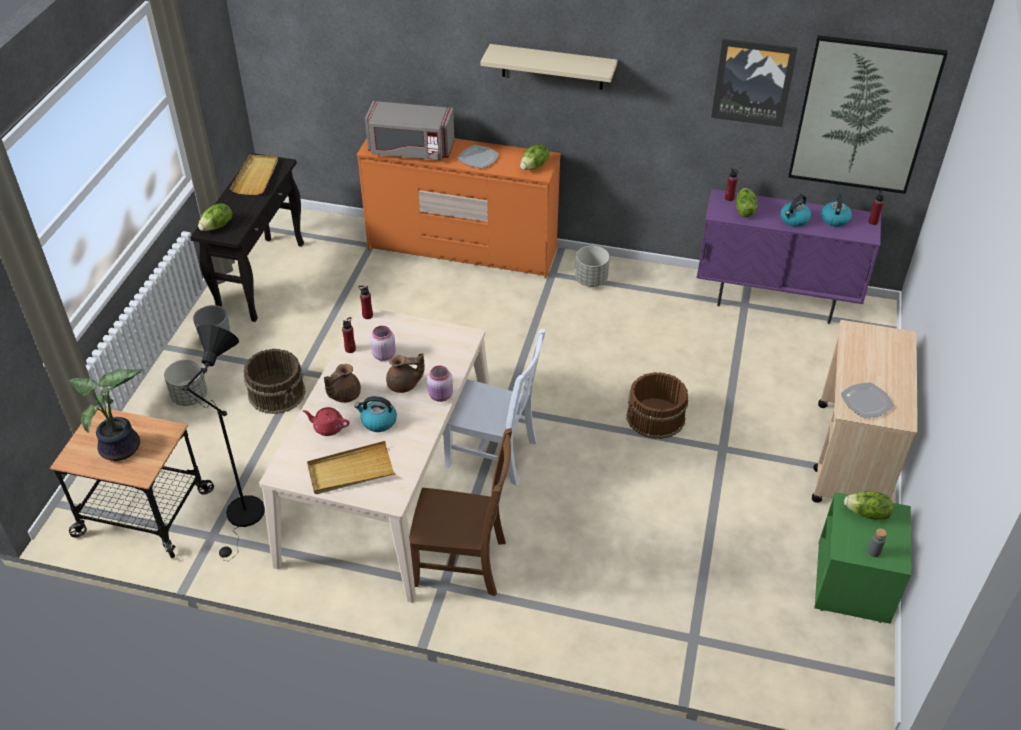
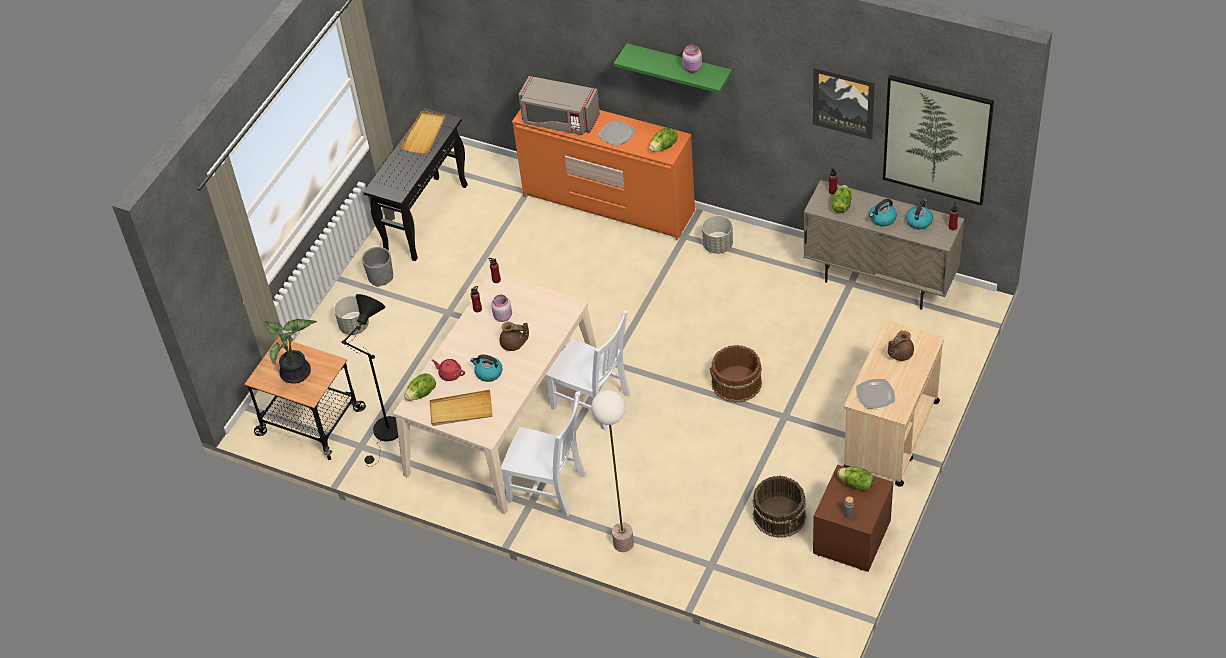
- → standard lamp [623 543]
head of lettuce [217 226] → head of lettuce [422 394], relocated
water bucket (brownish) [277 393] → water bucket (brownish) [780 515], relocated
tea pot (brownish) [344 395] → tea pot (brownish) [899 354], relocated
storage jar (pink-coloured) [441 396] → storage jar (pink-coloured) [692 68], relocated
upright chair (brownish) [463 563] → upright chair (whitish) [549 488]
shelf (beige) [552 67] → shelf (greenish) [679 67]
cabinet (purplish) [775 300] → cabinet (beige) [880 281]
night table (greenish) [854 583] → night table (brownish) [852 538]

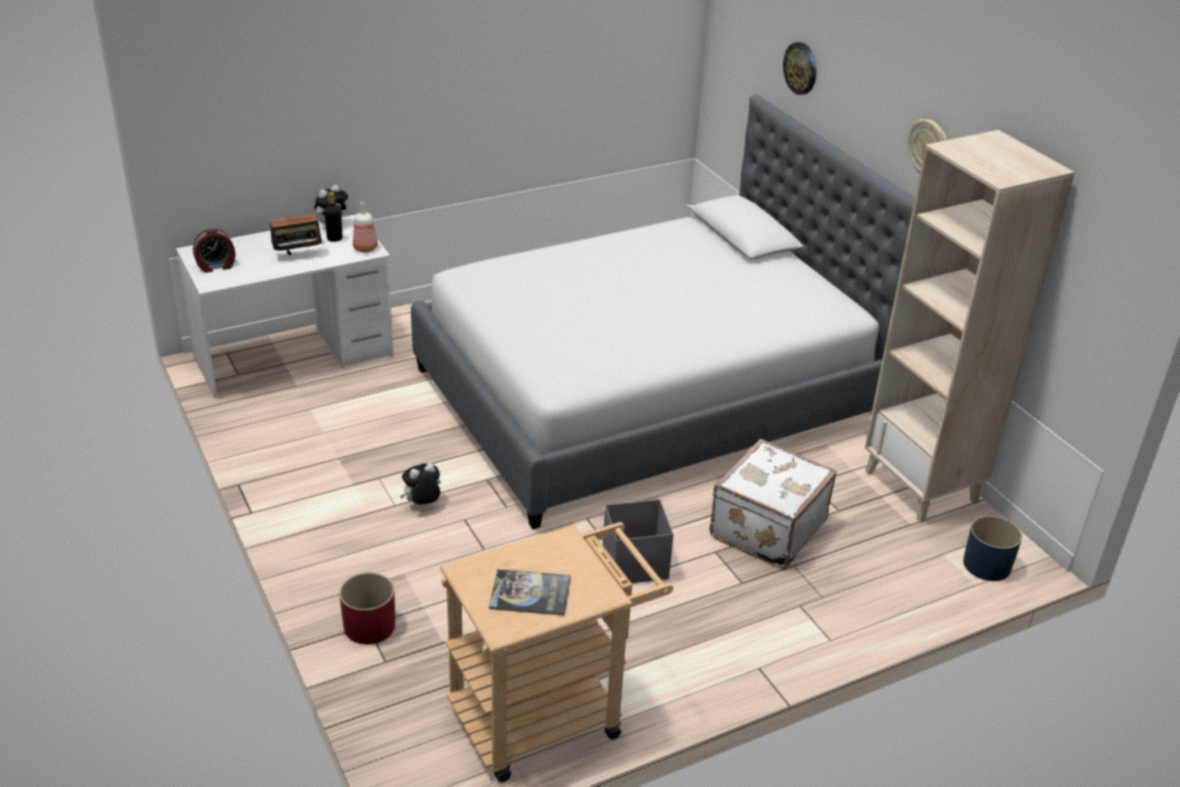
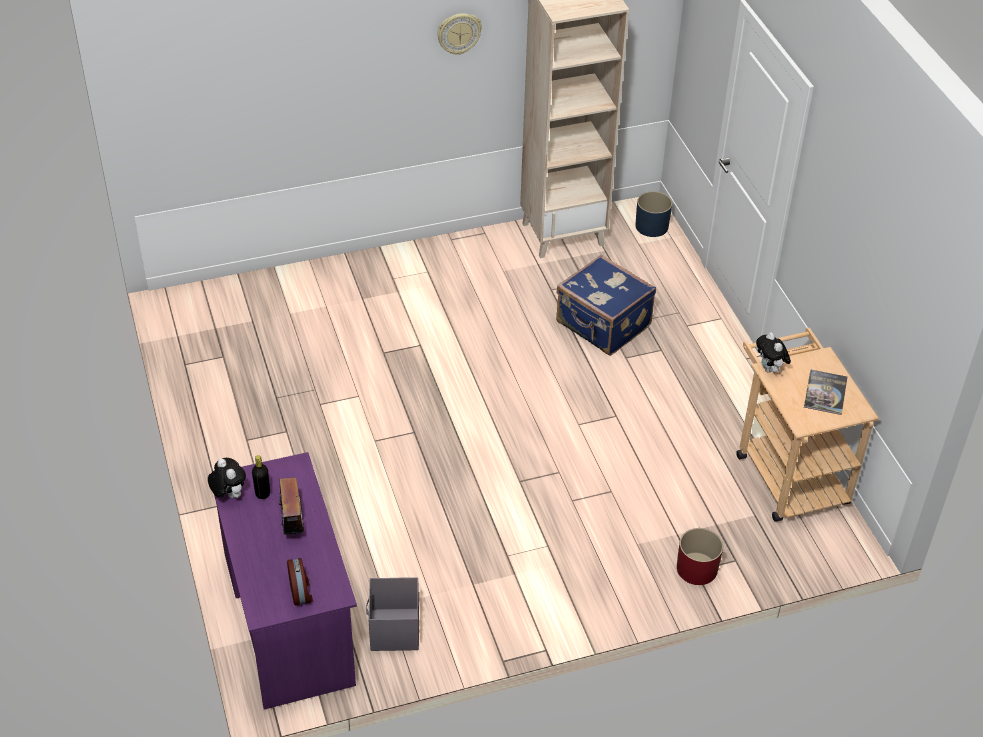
beverage bottle [366 248] → -
sleeping bed [647 395] → -
wall clock [801 68] → -
cuddly toy [422 505] → cuddly toy [770 369], relocated
storage container (greyish) [634 564] → storage container (greyish) [394 631], relocated
desk (whitish) [294 356] → desk (purplish) [288 618]
travel case (whitish) [765 529] → travel case (bluish) [602 325]

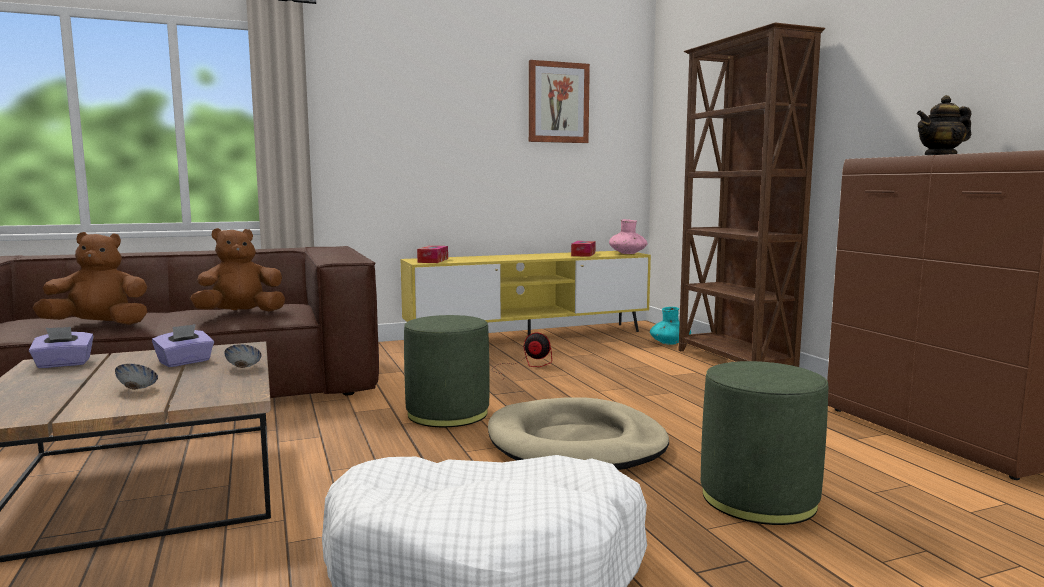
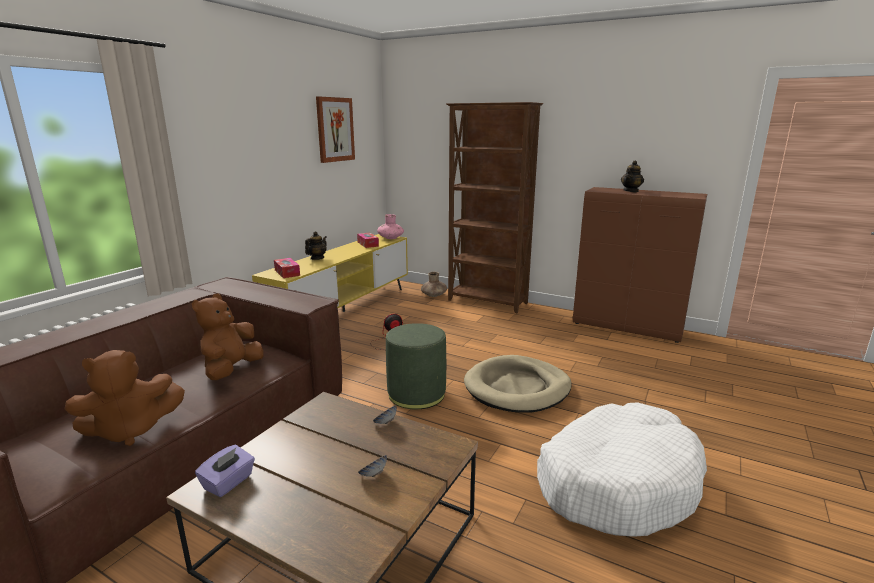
box of tissues (purplish) [185 362] → -
pouffe (greenish) [758 498] → -
- → tea pot [317 258]
vase (blue-green) [669 343] → vase (brownish) [434 295]
cuddly toy (brownish) [99 325] → cuddly toy (brownish) [131 430], 150 degrees counterclockwise

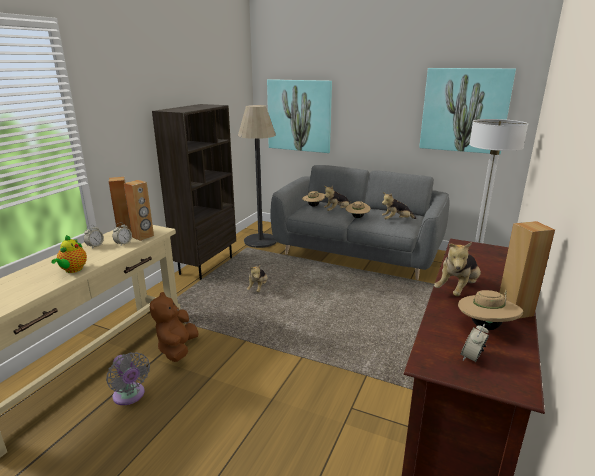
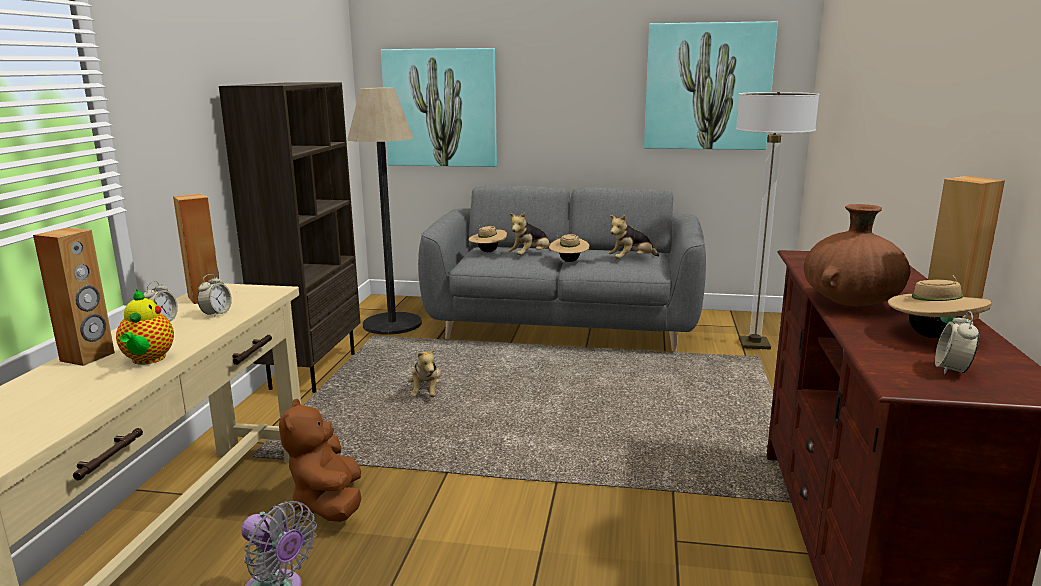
loudspeaker (brownish) [143 236] → loudspeaker (brownish) [88 357], relocated
cuddly toy [457 289] → vase (brownish) [850 302]

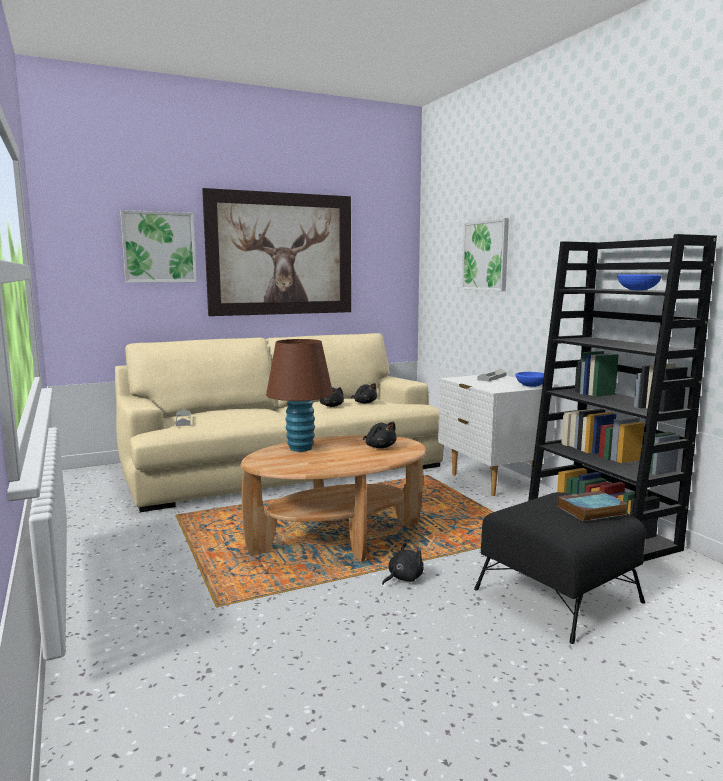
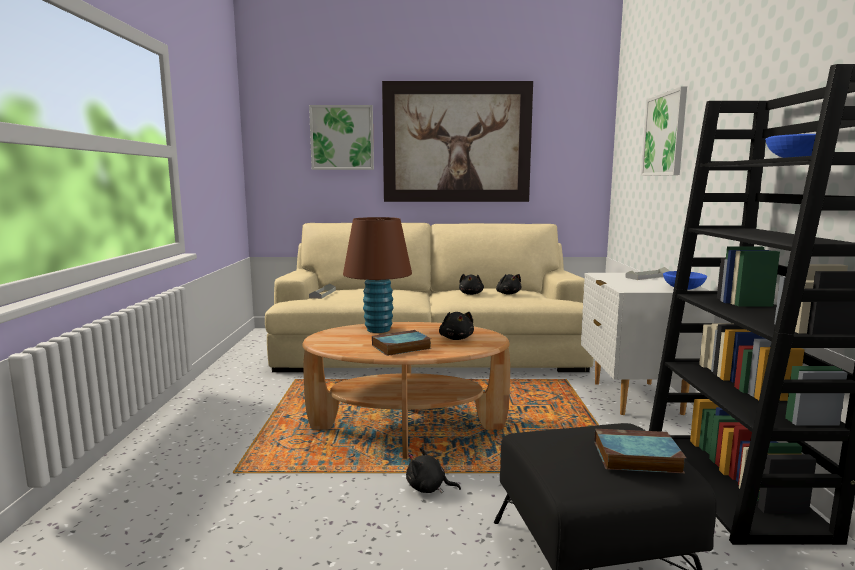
- → volume [400 347]
cuddly toy (blackish) [403 578] → cuddly toy (blackish) [428 488], 150 degrees counterclockwise

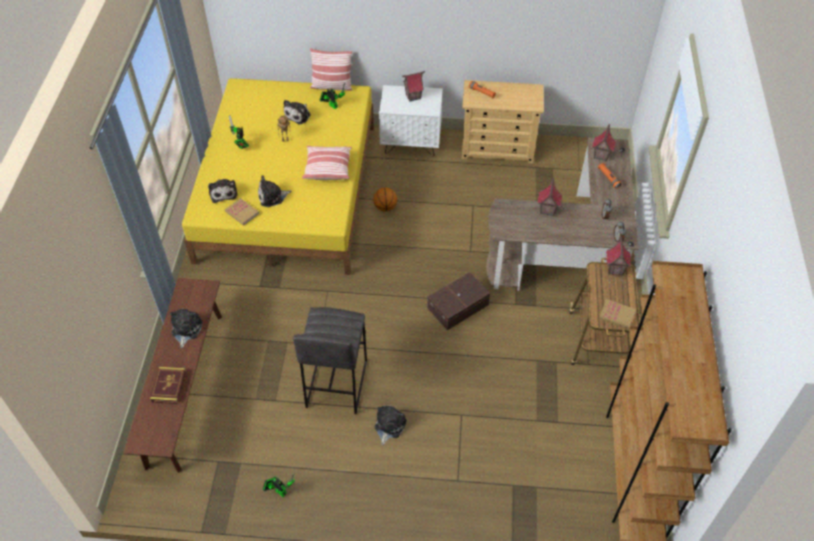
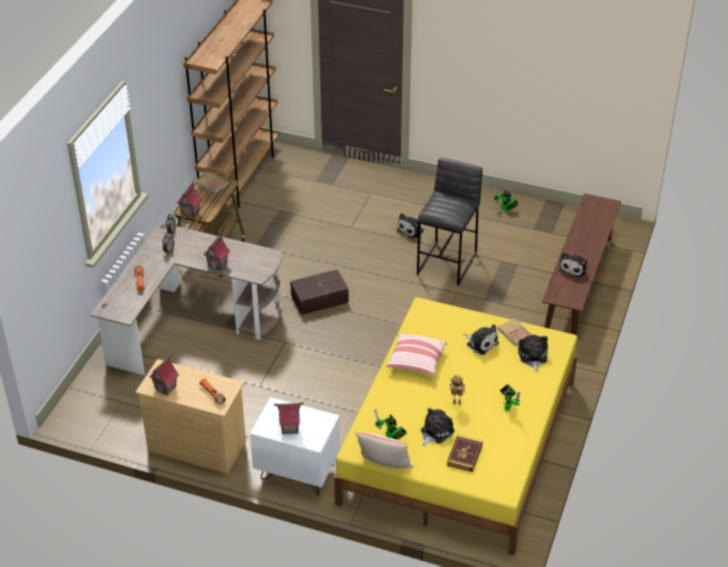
ball for basketball [385 207] → -
volume [169 386] → volume [464 455], relocated
toy house [601 155] → toy house [166 388], relocated
cuddly toy [272 197] → cuddly toy [481 343], 45 degrees clockwise

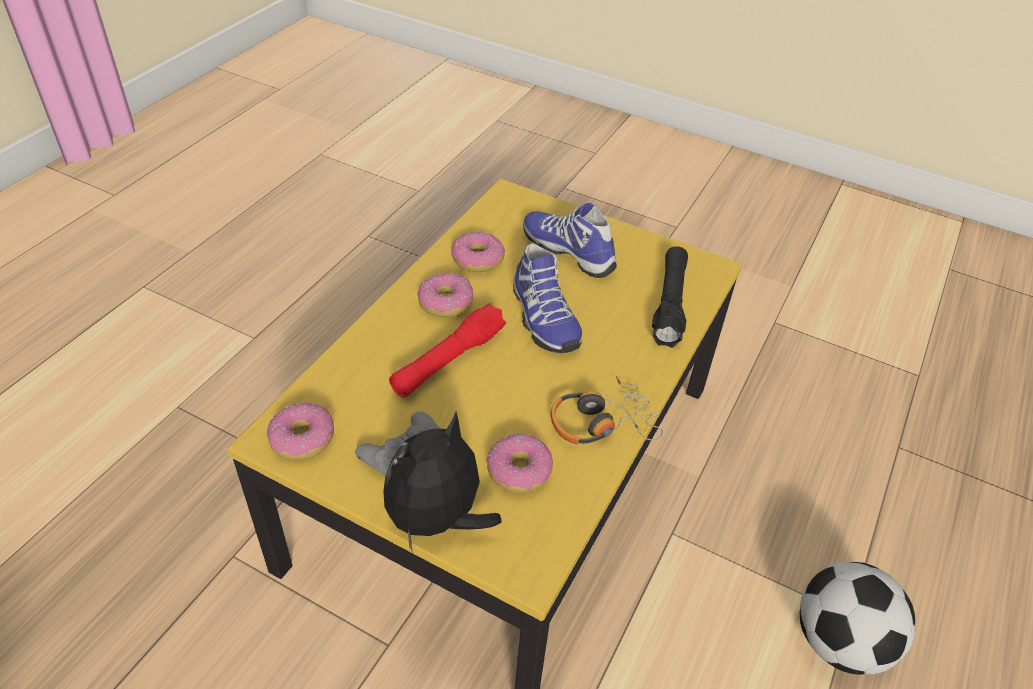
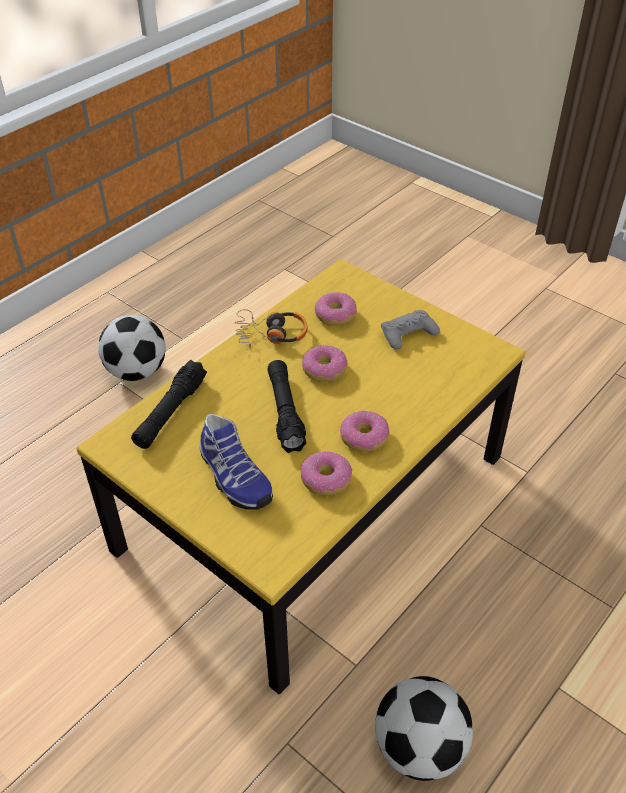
cuddly toy [438 520] → -
flashlight (red-coloured) [448 361] → -
- → ball for football [419 747]
ring doughnut [302 438] → ring doughnut [324 370], relocated
low shoe [542 319] → flashlight (blackish) [285 412]

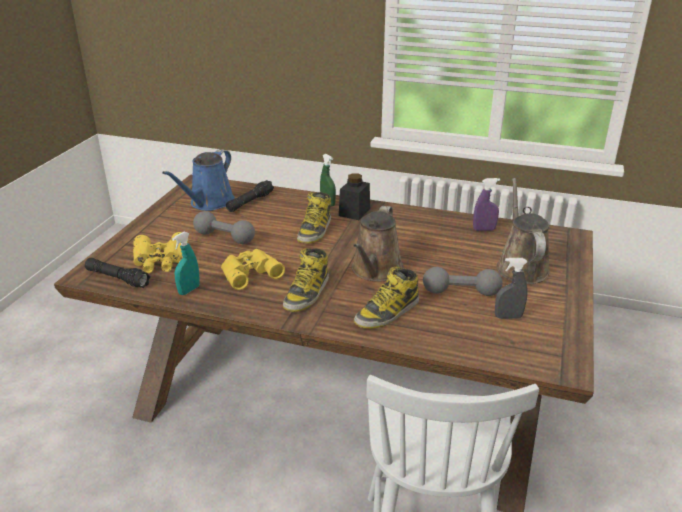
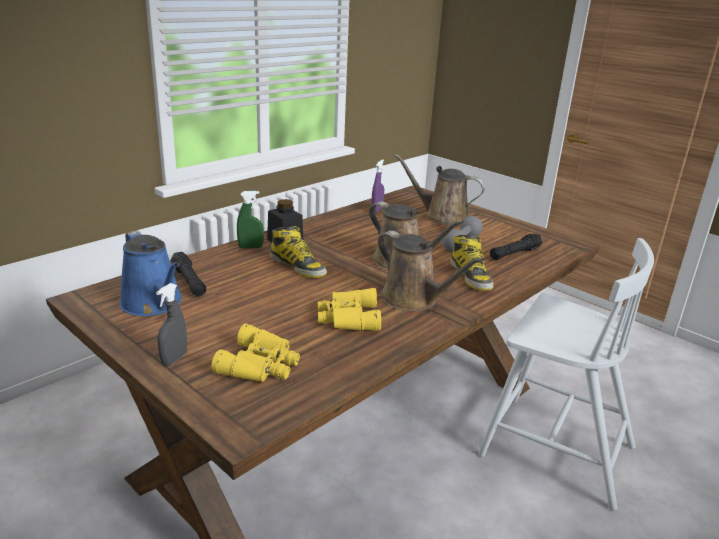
spray bottle (blue-green) [189 290] → -
free weight (greyish) [224 237] → -
flashlight (blackish) [117 278] → flashlight (blackish) [514 254], relocated
spray bottle (greyish) [508 317] → spray bottle (greyish) [174 359], relocated
high-top boot [307 293] → sprinkling can (brownish) [413 299]

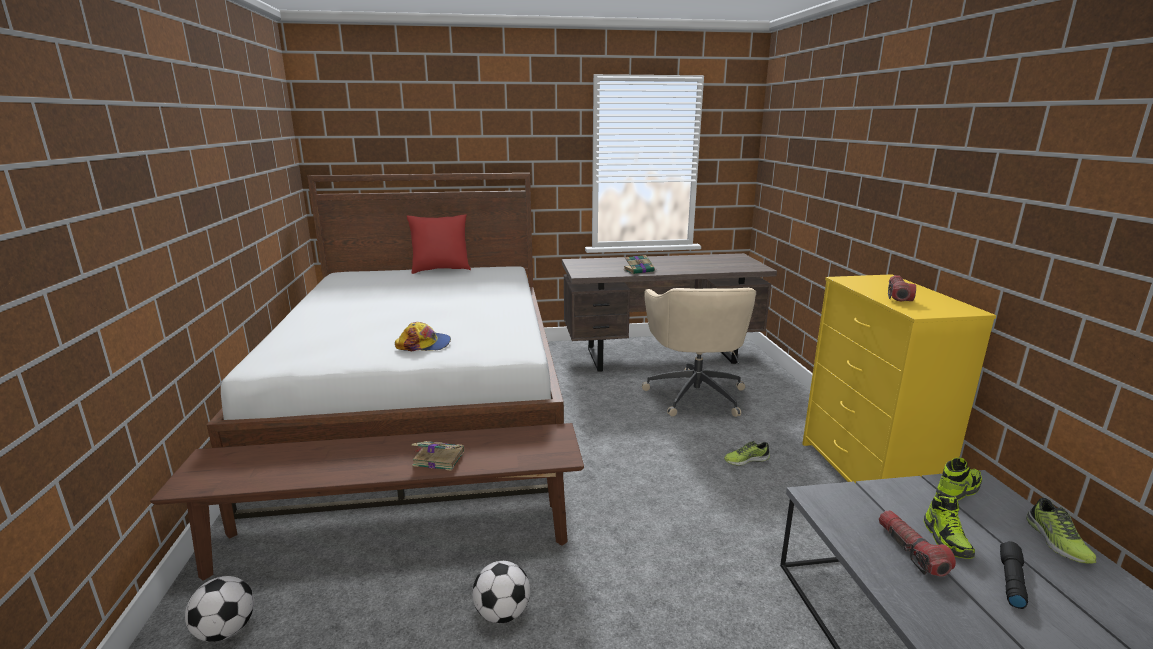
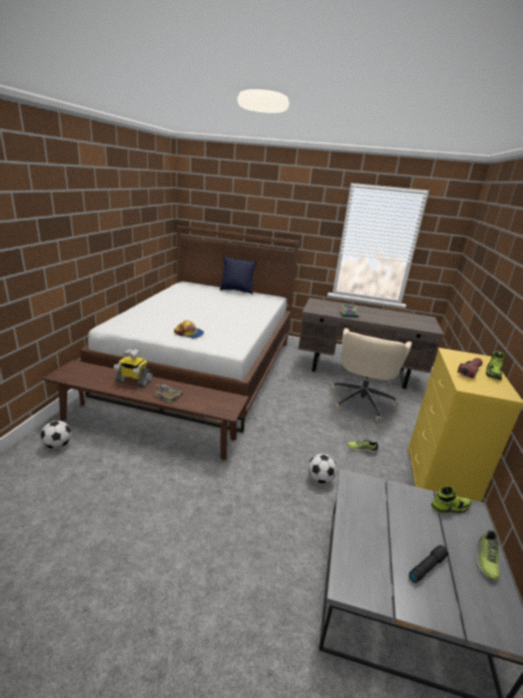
flashlight [911 551] → -
- → toy robot [133 381]
ball for football [502 613] → ball for football [320 479], relocated
low shoe [946 539] → low shoe [493 374], relocated
throw pillow (red-coloured) [441 270] → throw pillow (bluish) [237 291]

